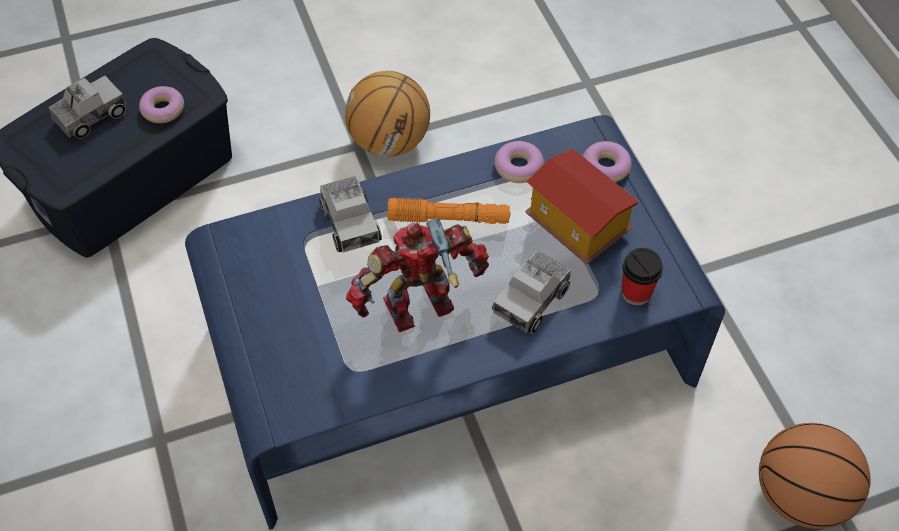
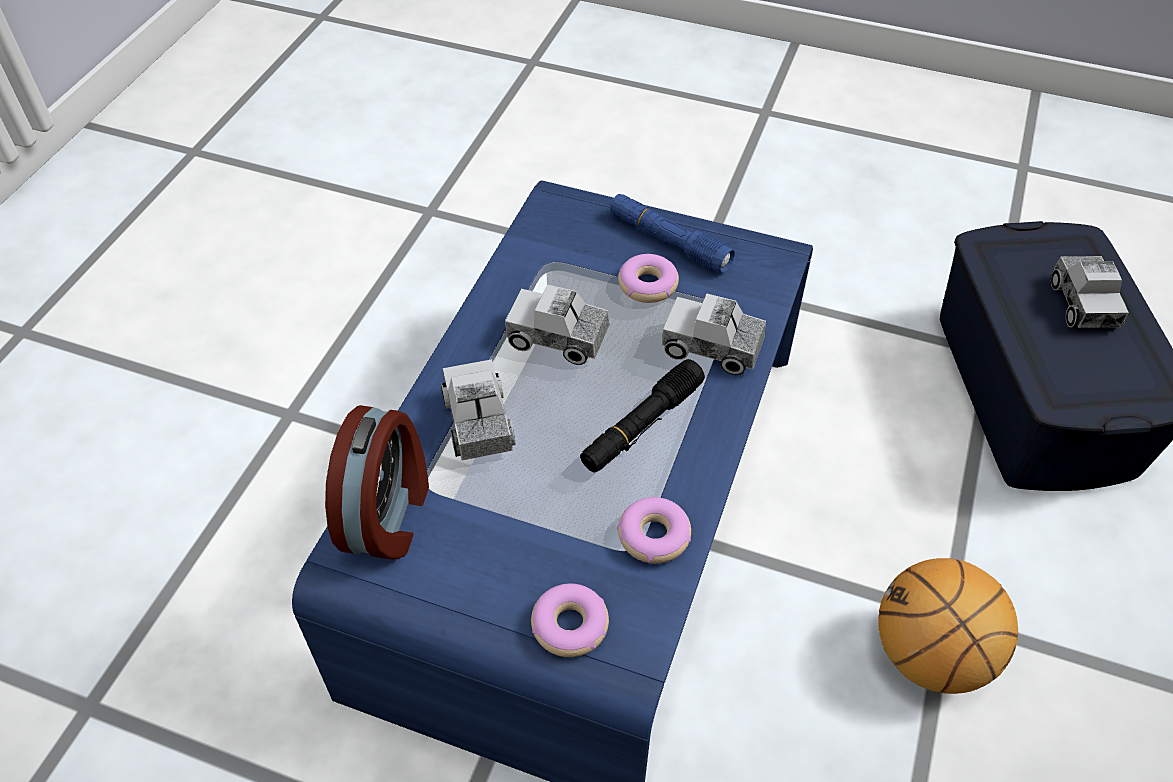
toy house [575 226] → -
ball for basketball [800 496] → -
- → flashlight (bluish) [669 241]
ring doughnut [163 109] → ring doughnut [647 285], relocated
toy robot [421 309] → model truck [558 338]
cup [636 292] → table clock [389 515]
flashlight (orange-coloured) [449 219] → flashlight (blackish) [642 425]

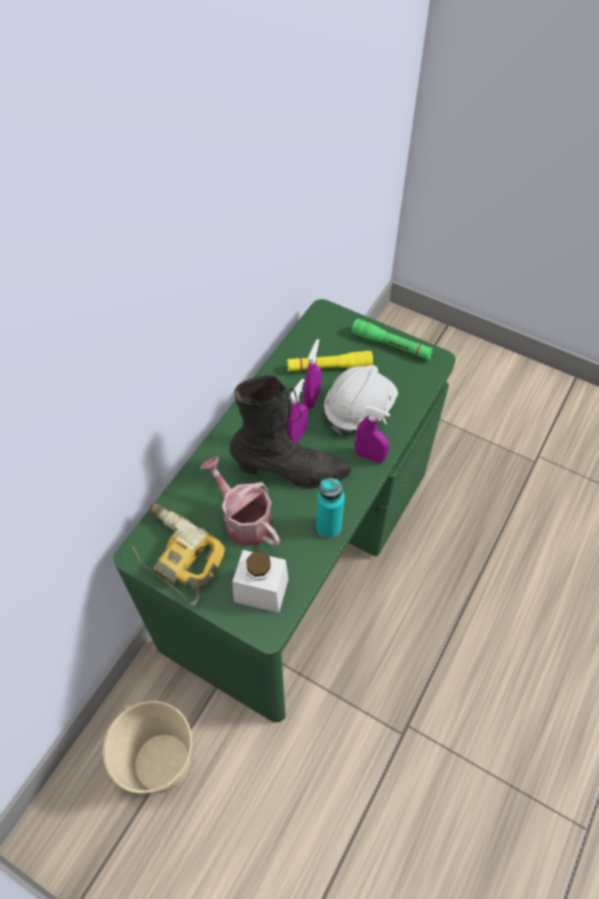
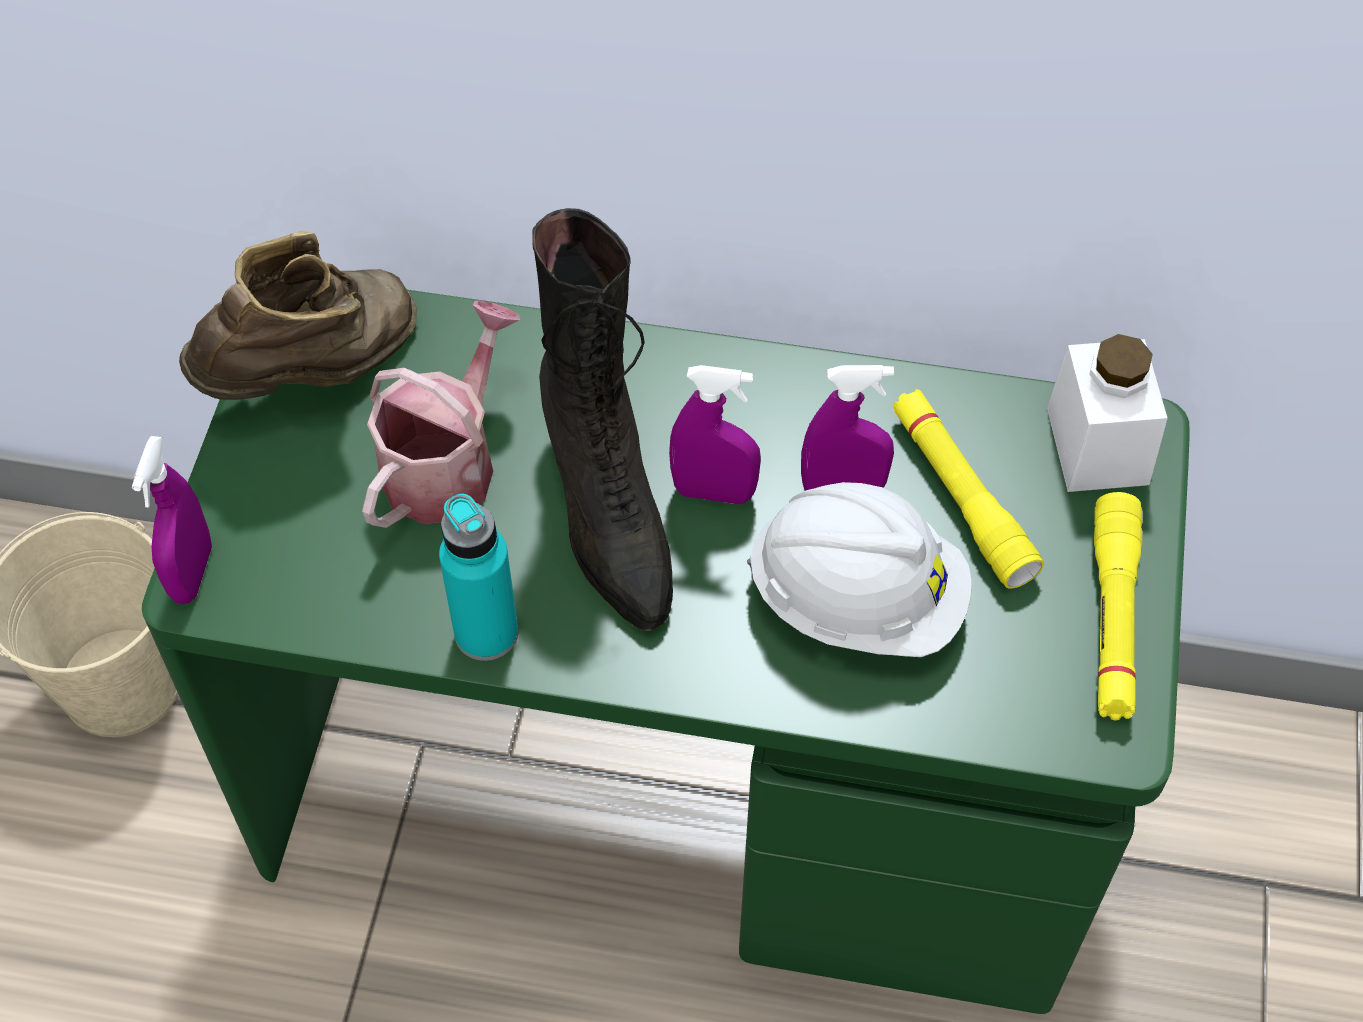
storage jar (whitish) [261 590] → storage jar (whitish) [1097 445], relocated
spray bottle (purplish) [369 456] → spray bottle (purplish) [192 573], relocated
electric drill [175 556] → high-top boot (brownish) [316 374]
flashlight (greenish) [391 345] → flashlight (yellowish) [1112 617]

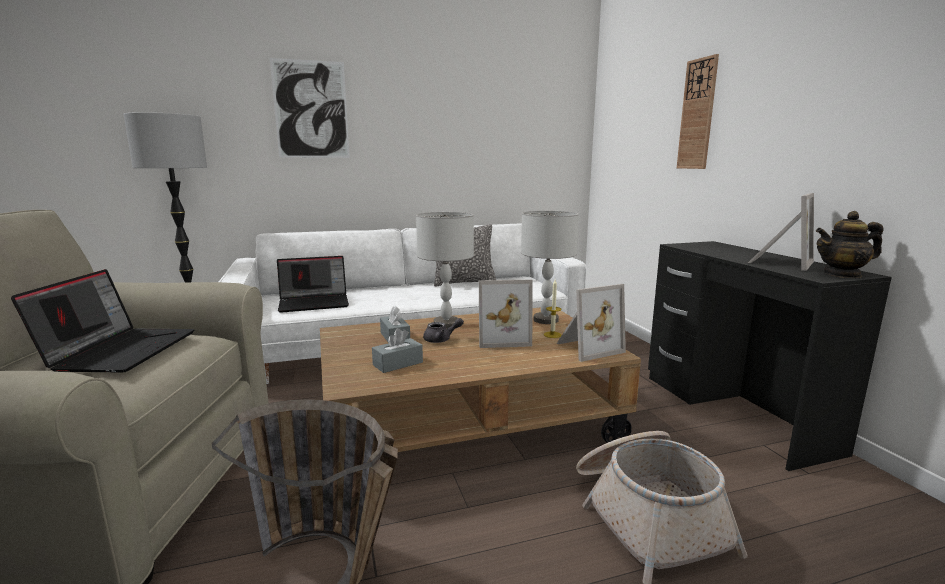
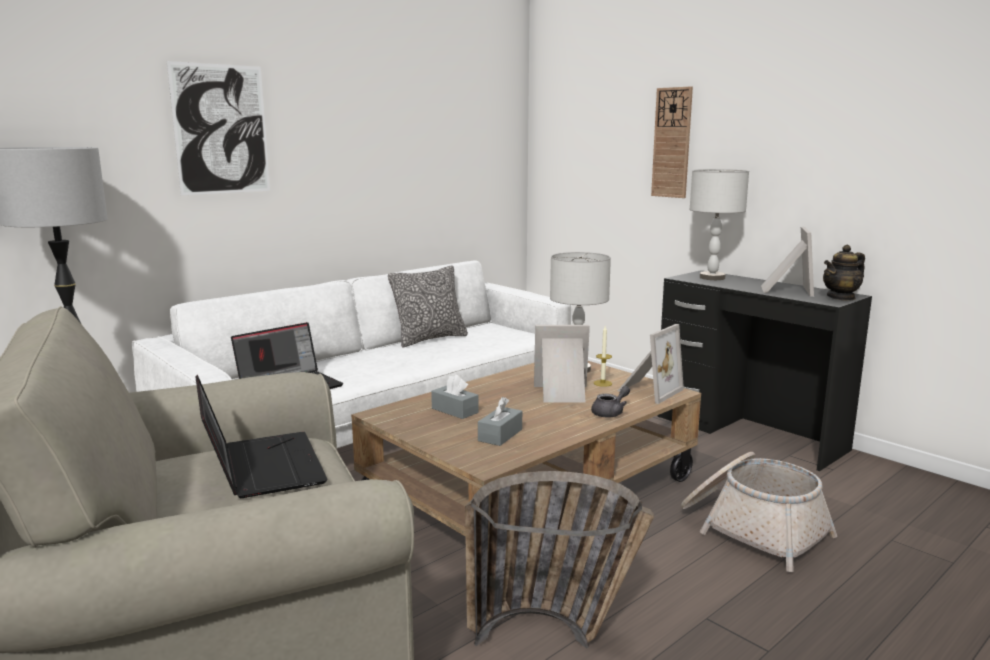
table lamp (greyish) [446 324] → table lamp (greyish) [712 278], relocated
tea pot (greyish) [441 340] → tea pot (greyish) [610 413], relocated
picture frame [502 338] → picture frame [562 394], 150 degrees counterclockwise

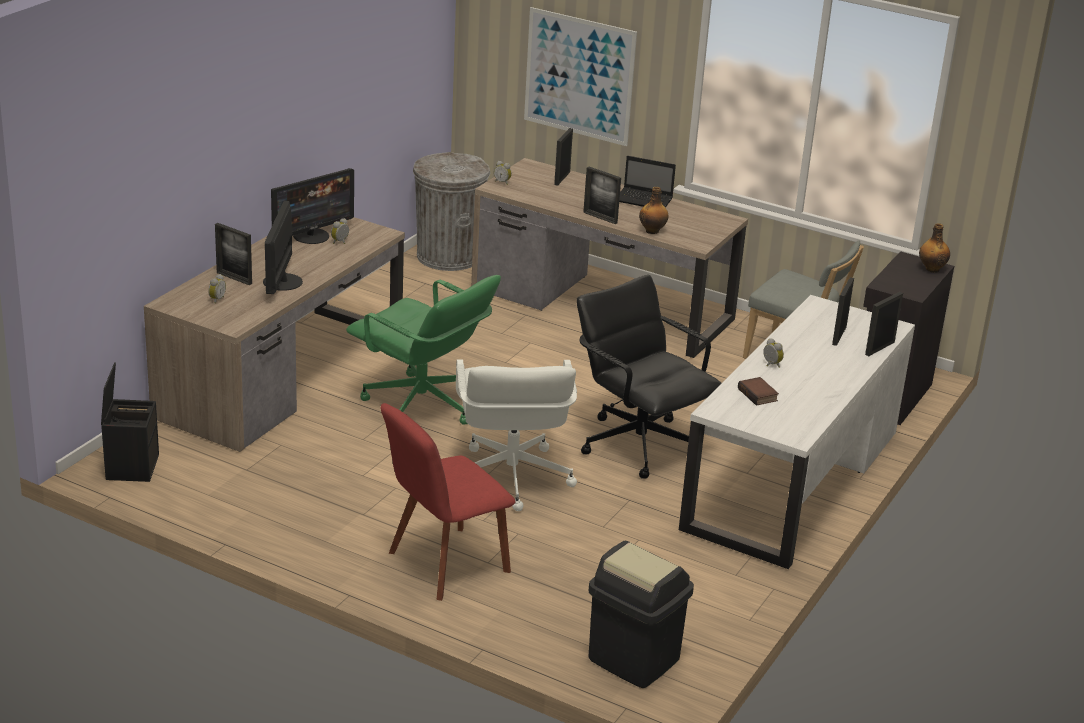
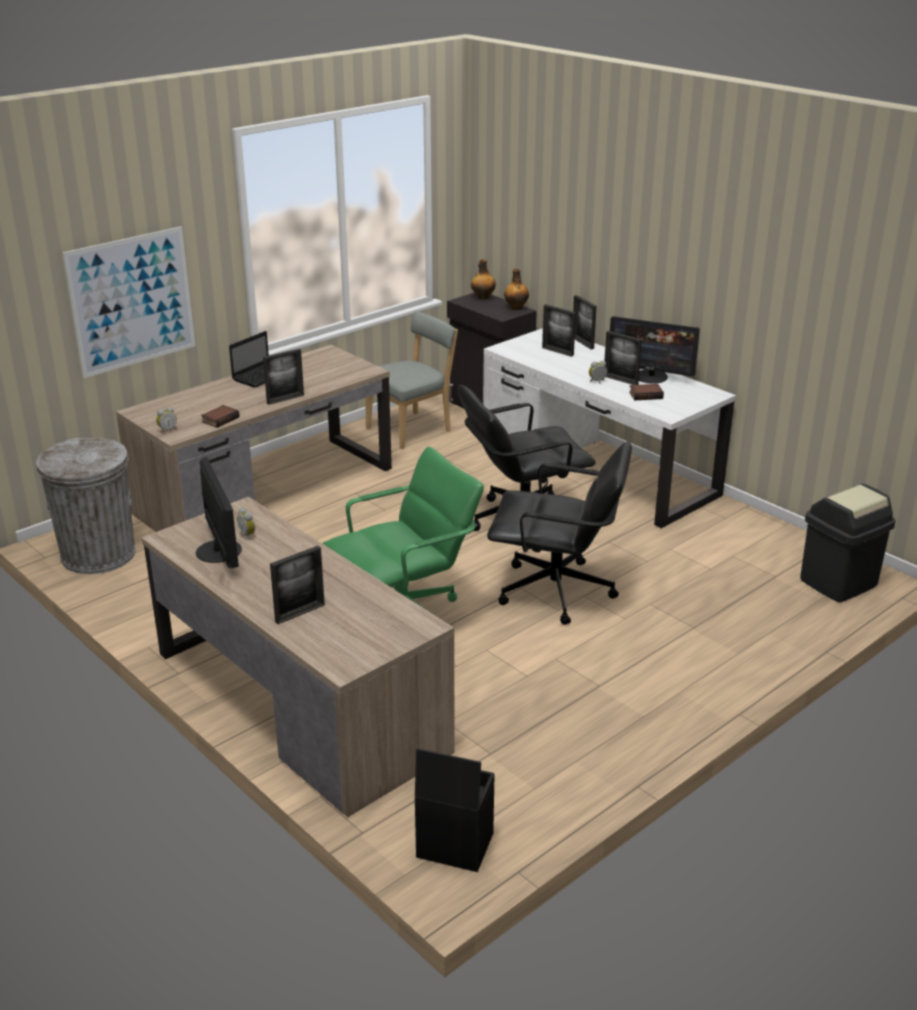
table clock [216 299] → -
upright chair (red-coloured) [444 564] → -
- → volume [220 419]
computer screen [281 282] → computer screen [651 377], relocated
picture frame [562 178] → picture frame [620 380], relocated
beverage bottle [652 231] → beverage bottle [516 307], relocated
office chair (whitish) [510 478] → office chair (blackish) [557 592]

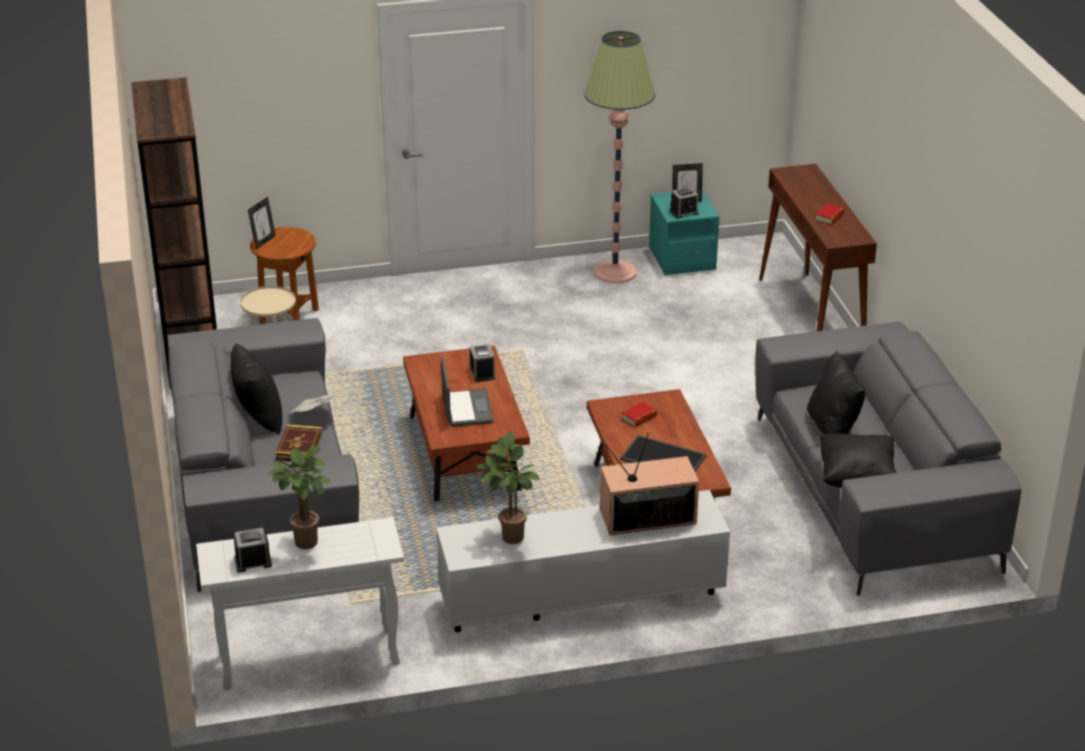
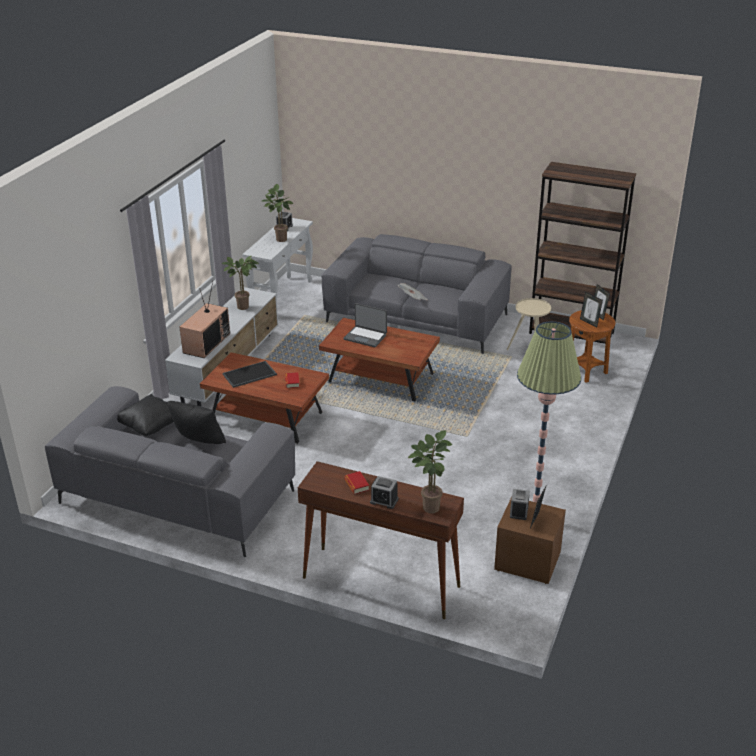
throw pillow (blackish) [259 417] → -
volume [299 446] → -
- → houseplant [429 506]
- → picture frame [589 322]
table clock [482 373] → table clock [384 500], relocated
night table (blue-green) [682 259] → night table (brownish) [527 561]

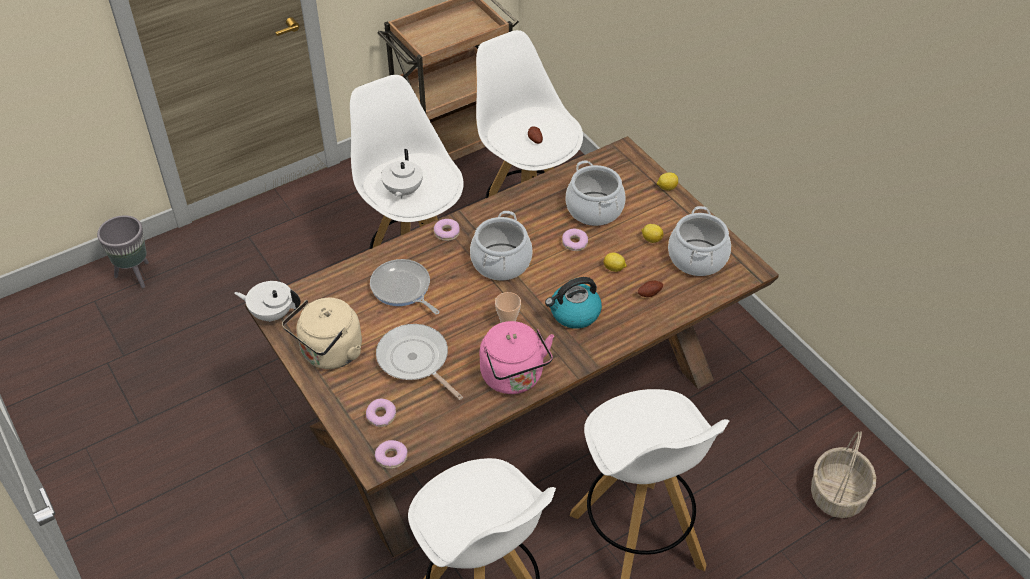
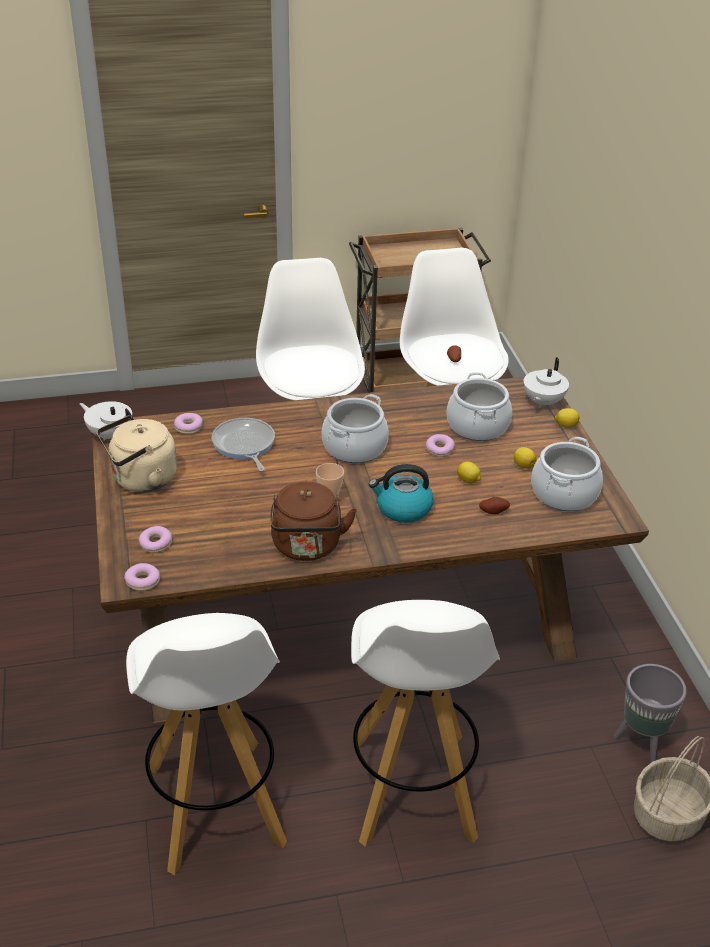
frying pan [415 360] → -
flower pot (greyish) [136 275] → flower pot (greyish) [641 743], relocated
tea pot (whitish) [402 191] → tea pot (whitish) [542 402], relocated
ring doughnut [447 233] → ring doughnut [188 427], relocated
kettle (pink-coloured) [514 378] → kettle (brownish) [307 547]

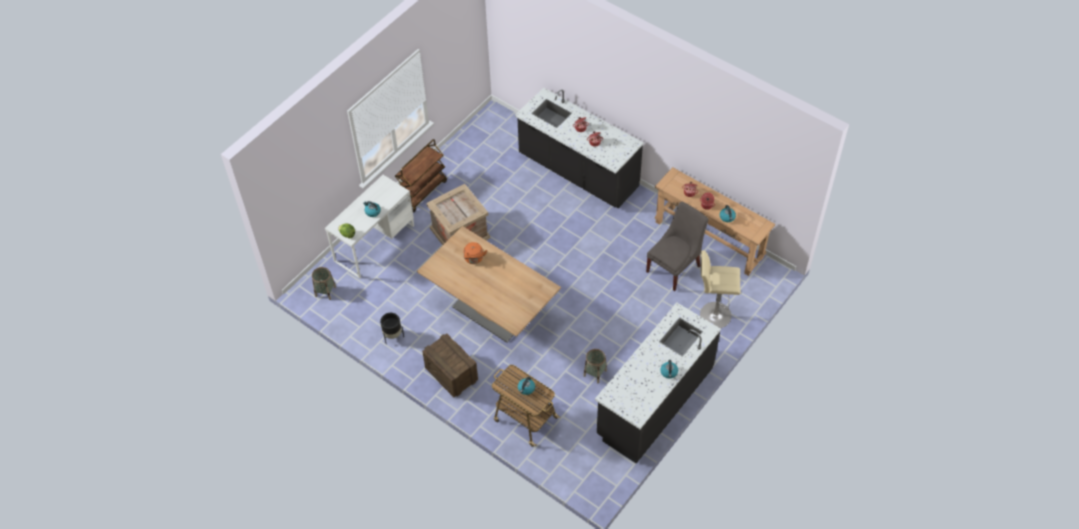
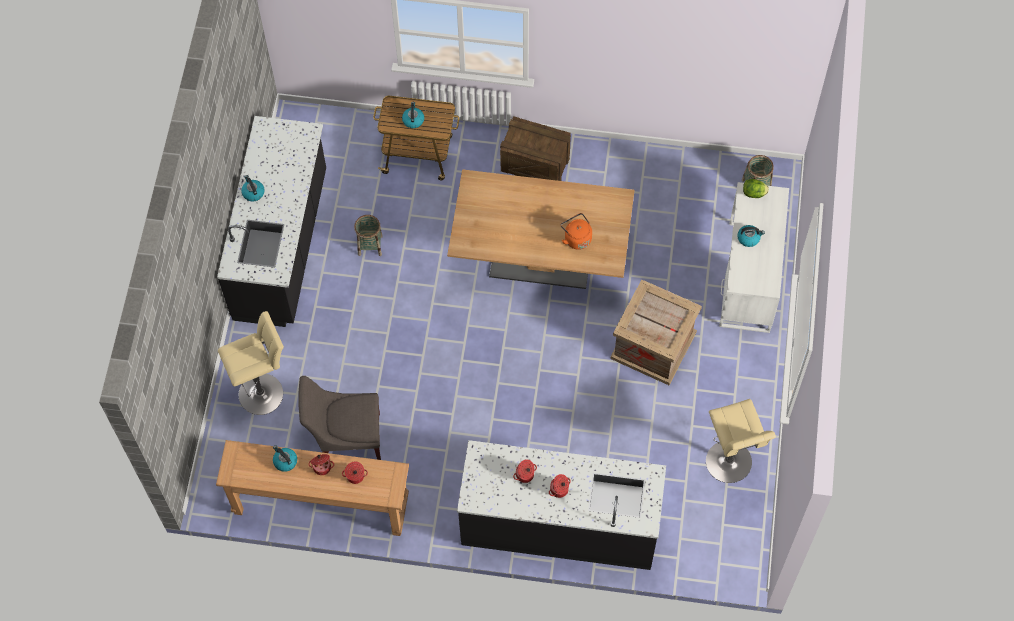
flower pot (blackish) [393 336] → -
cart (brownish) [422 191] → -
- → sitting stool (beige) [730 464]
upright chair (greyish) [675 267] → upright chair (greyish) [345 437], 75 degrees clockwise

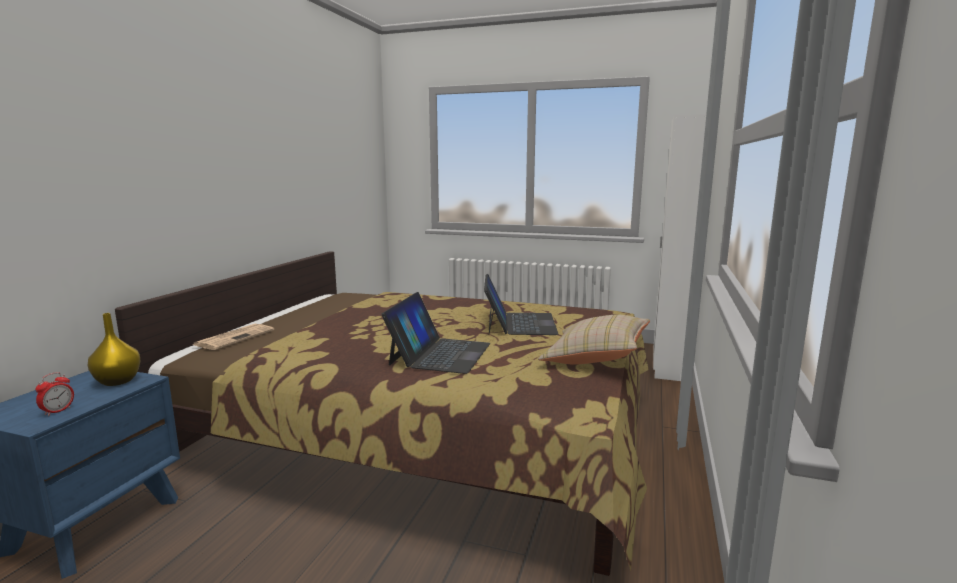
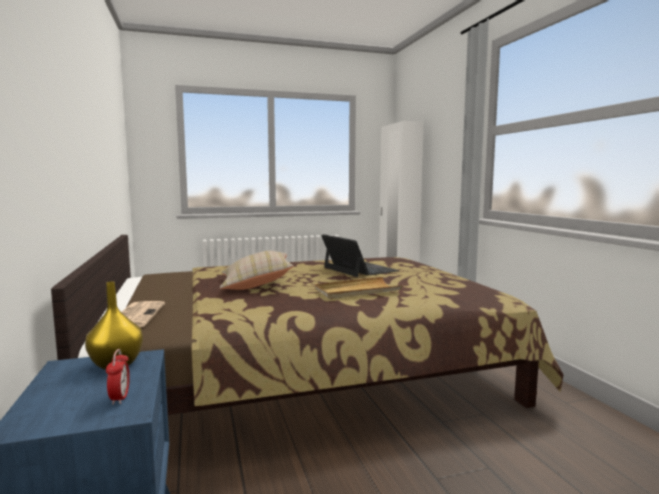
throw pillow (beige) [595 358] → throw pillow (beige) [256 284], relocated
notebook computer [440 354] → carrying tray (beige) [357 291]

